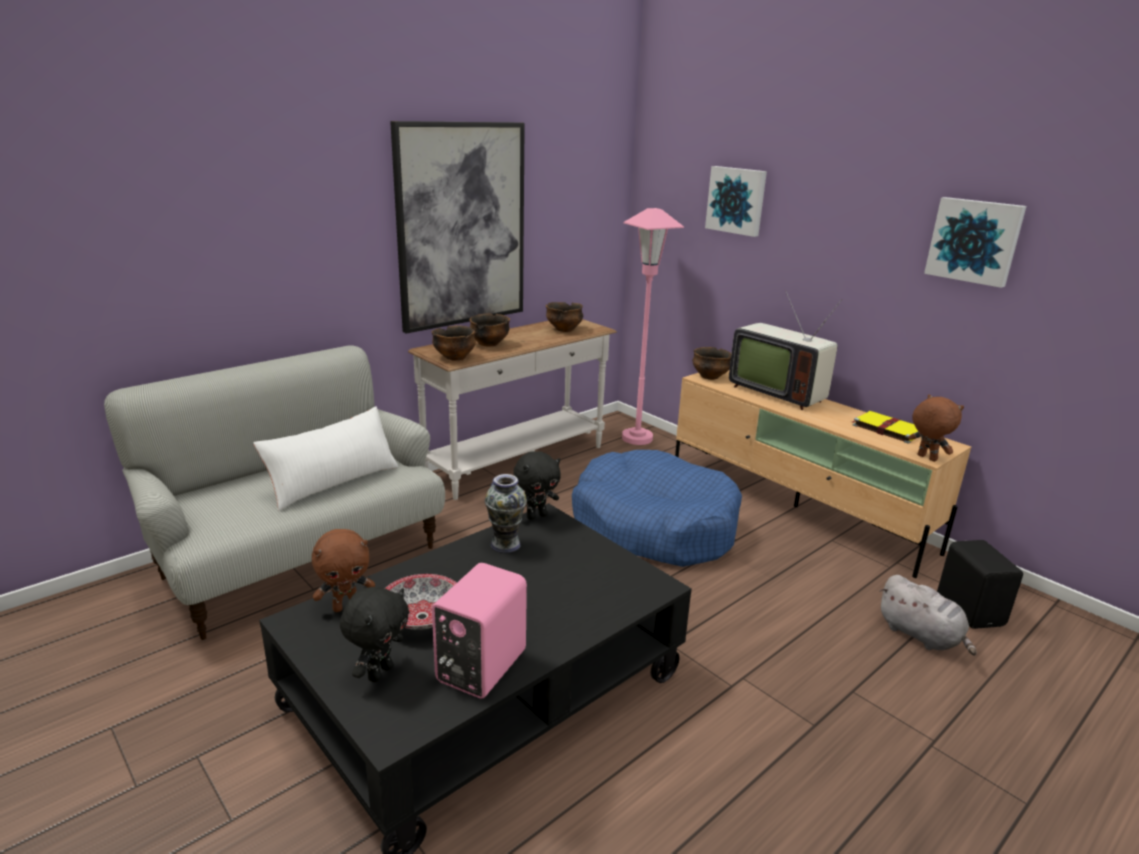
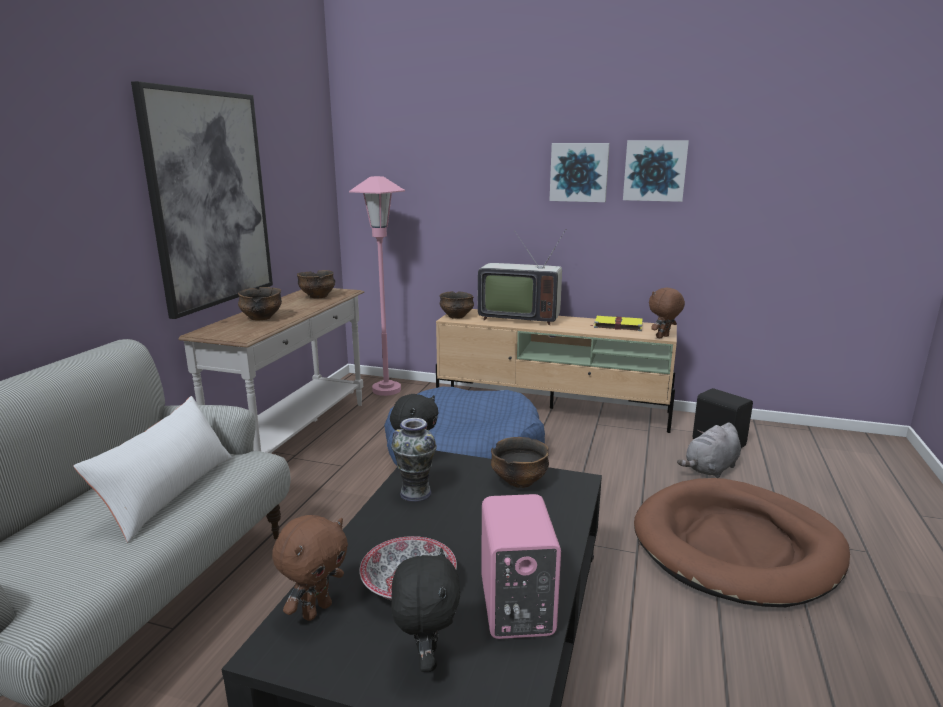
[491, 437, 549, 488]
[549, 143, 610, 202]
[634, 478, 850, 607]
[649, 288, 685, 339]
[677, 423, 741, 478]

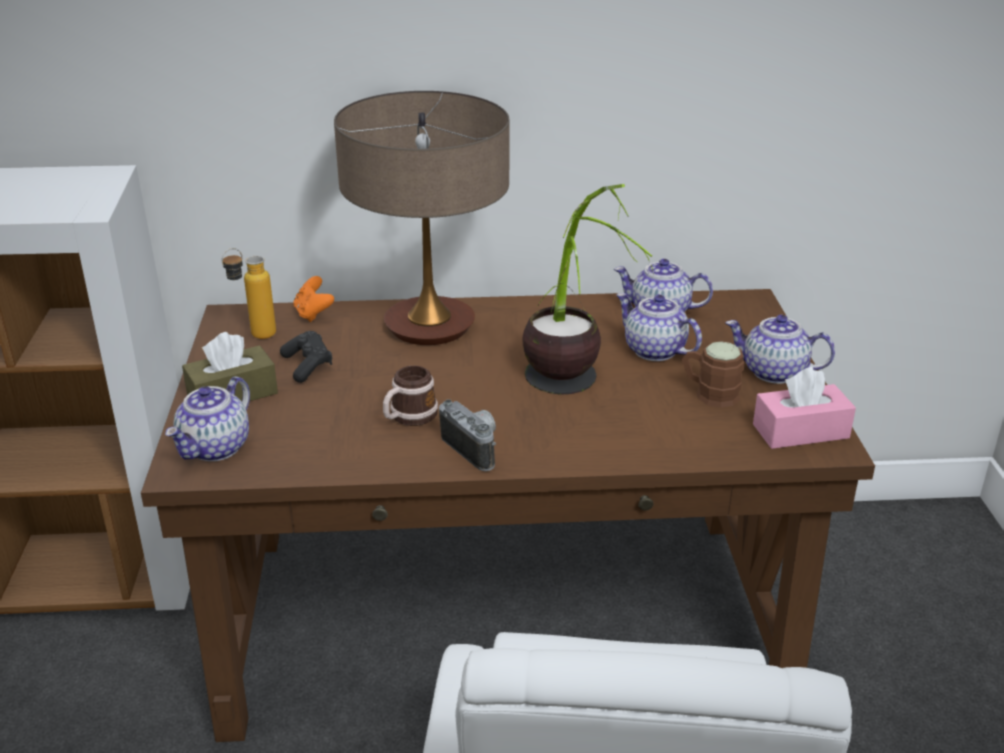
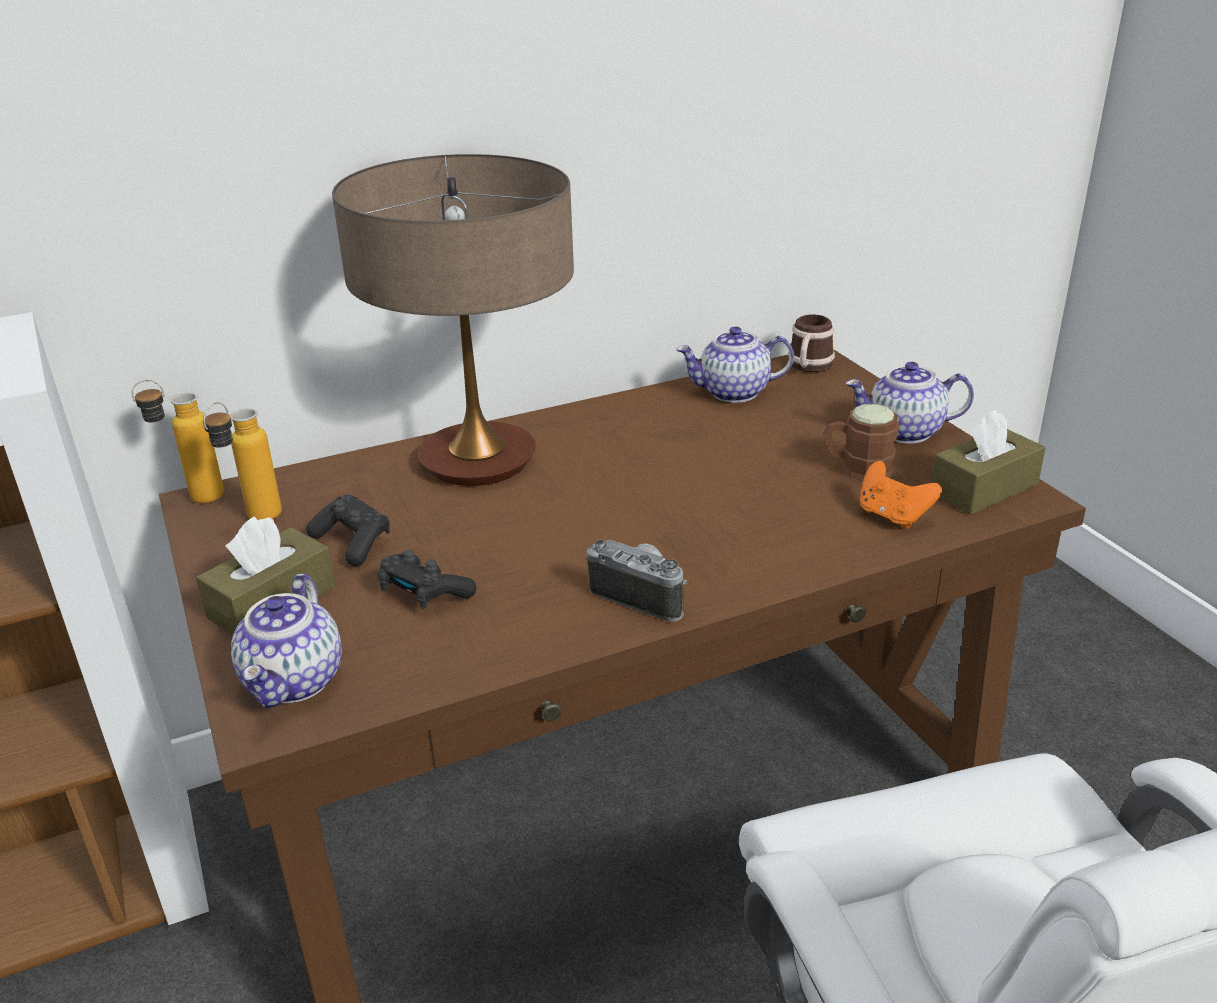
[131, 380, 224, 503]
[378, 550, 476, 609]
[788, 314, 835, 372]
[860, 461, 942, 529]
[931, 409, 1045, 515]
[522, 184, 654, 395] (first image)
[616, 293, 702, 361] (first image)

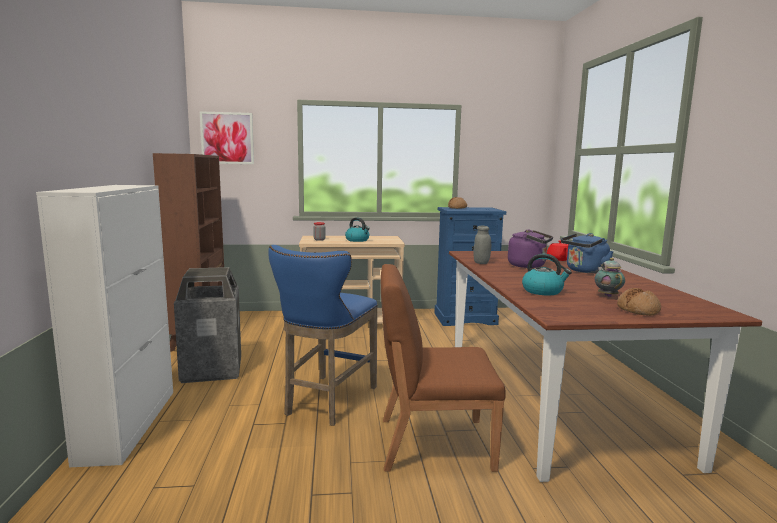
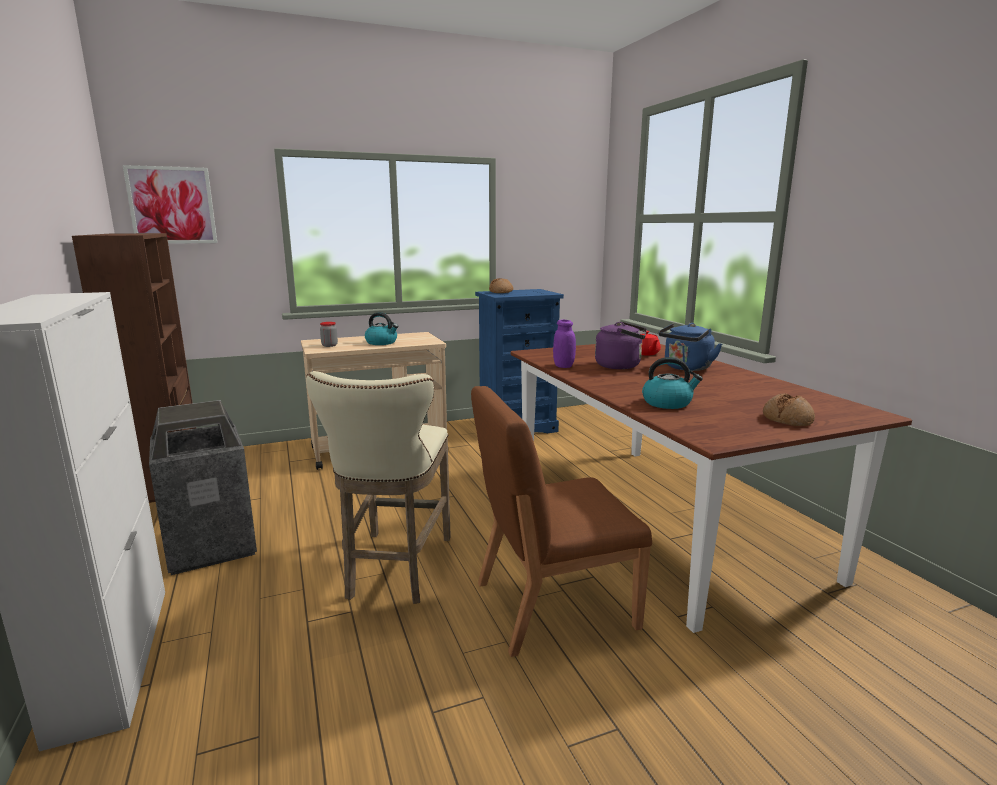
[306, 371, 451, 604]
[553, 320, 576, 368]
[595, 258, 625, 297] (first image)

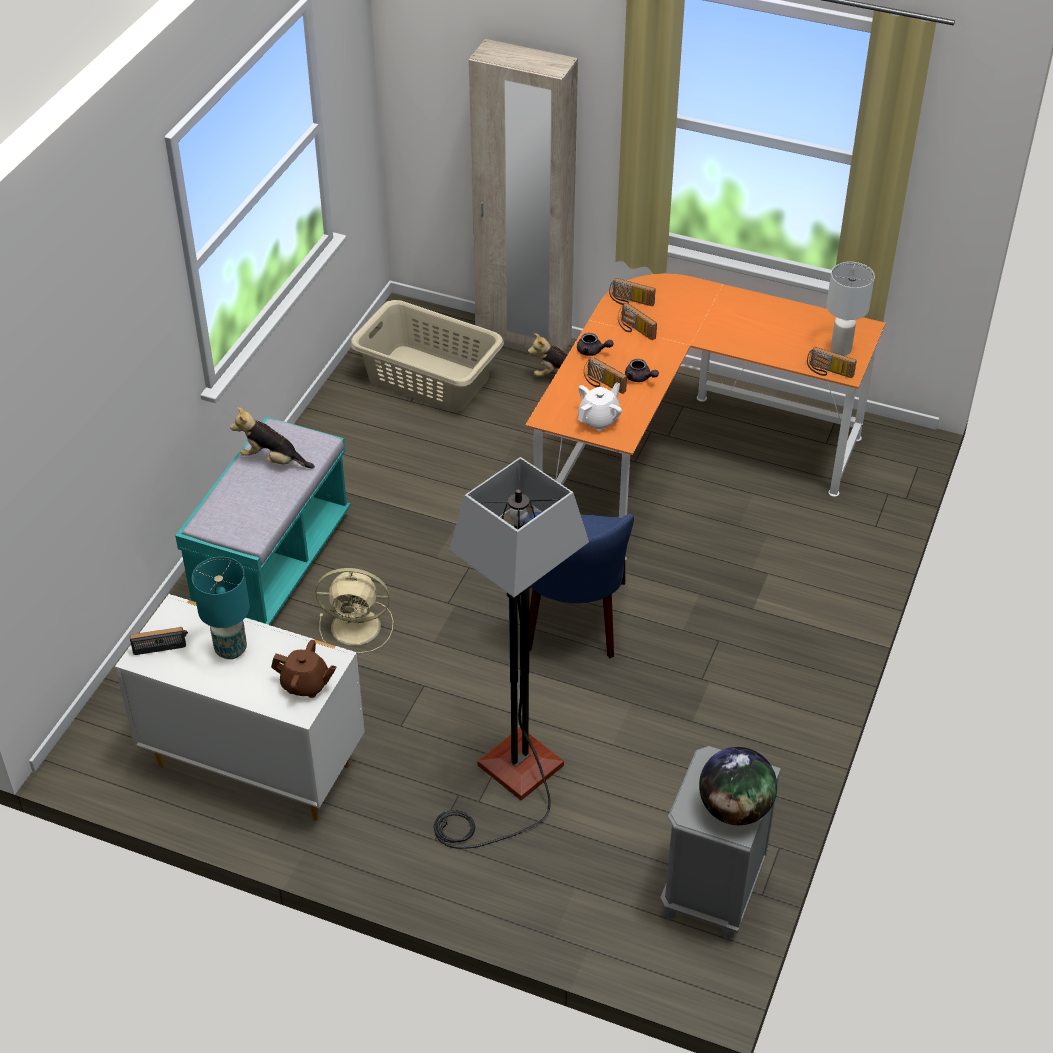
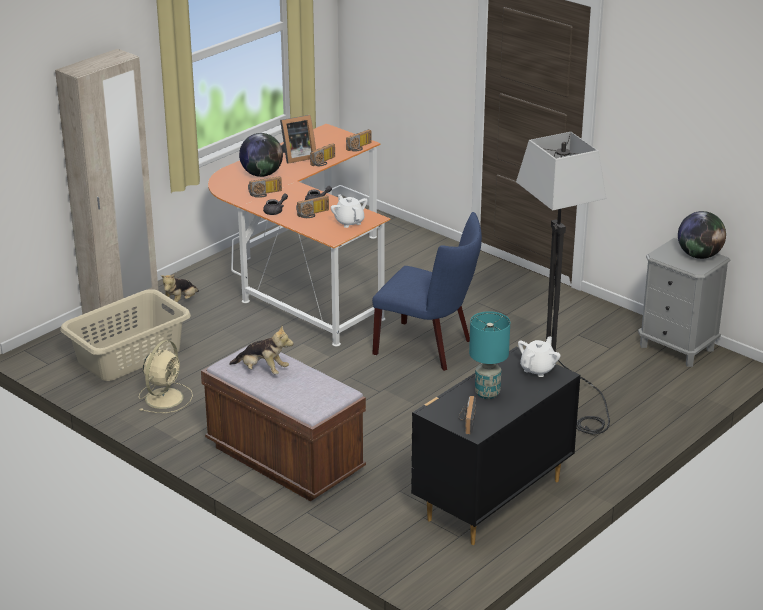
[139, 340, 193, 413]
[201, 345, 366, 501]
[229, 326, 294, 375]
[239, 133, 283, 177]
[280, 115, 316, 164]
[310, 143, 335, 166]
[411, 347, 580, 545]
[518, 336, 561, 377]
[827, 262, 875, 356] (first image)

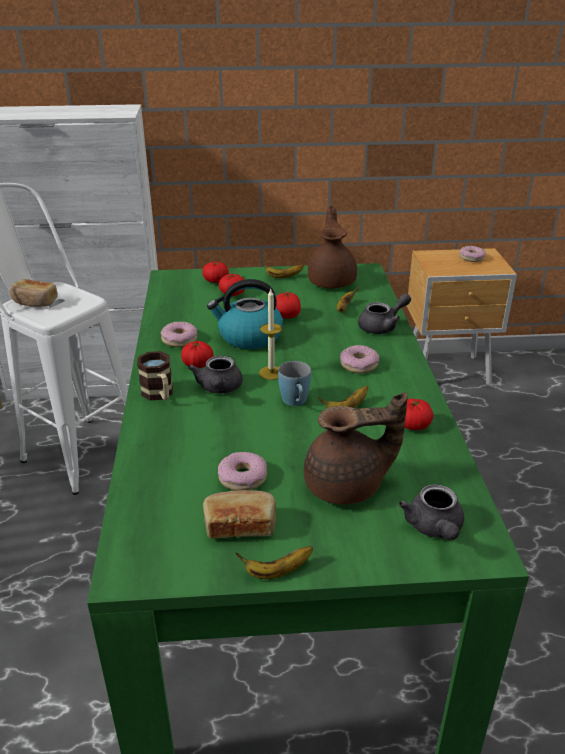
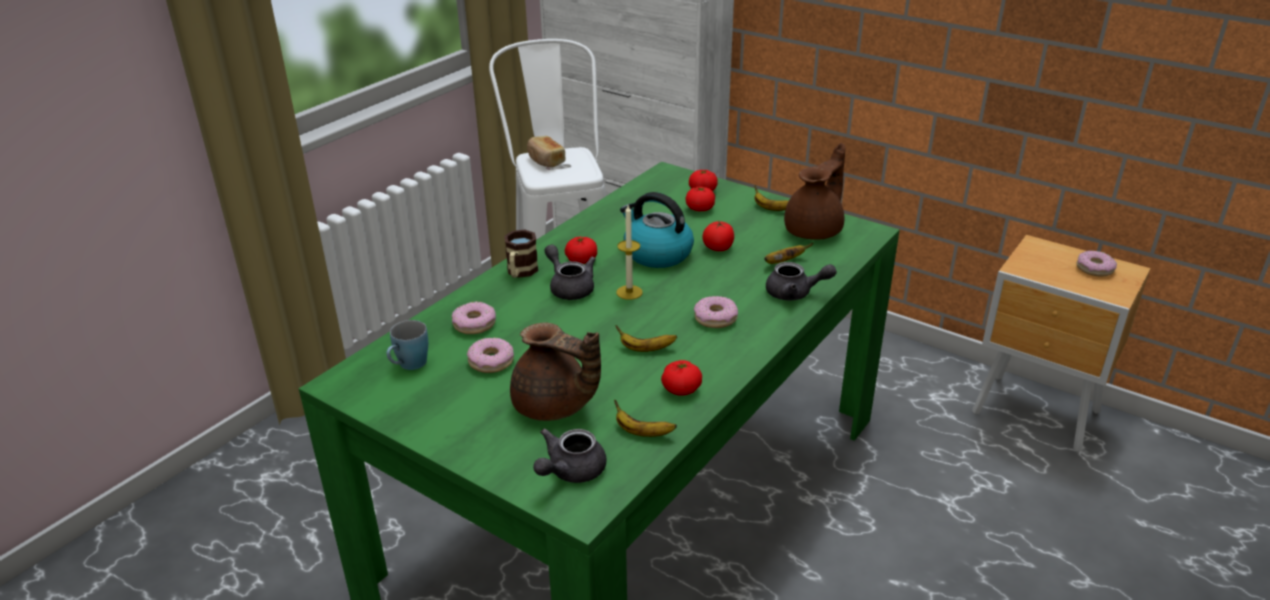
[386, 320, 428, 370]
[452, 301, 496, 334]
[545, 244, 595, 300]
[614, 400, 677, 437]
[203, 490, 276, 539] (first image)

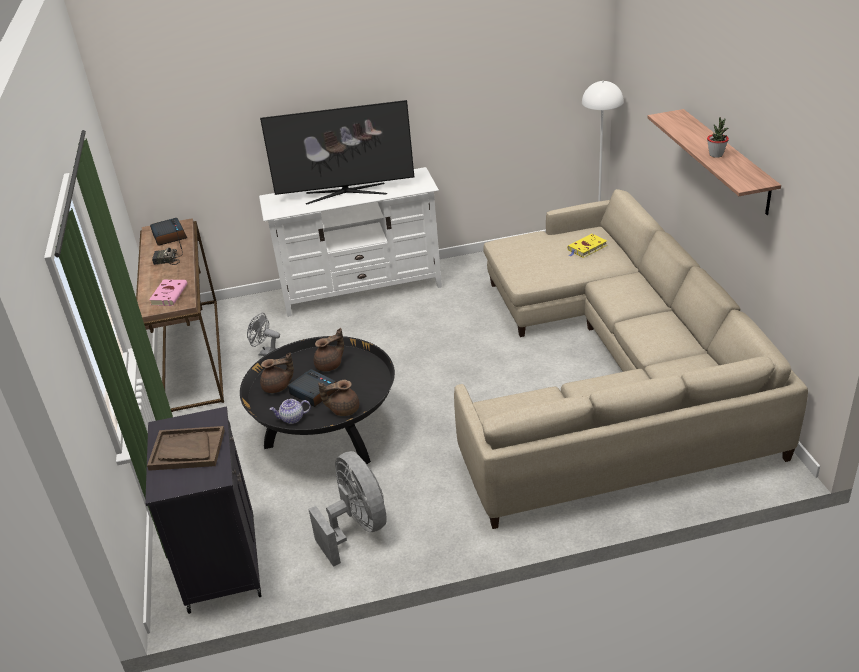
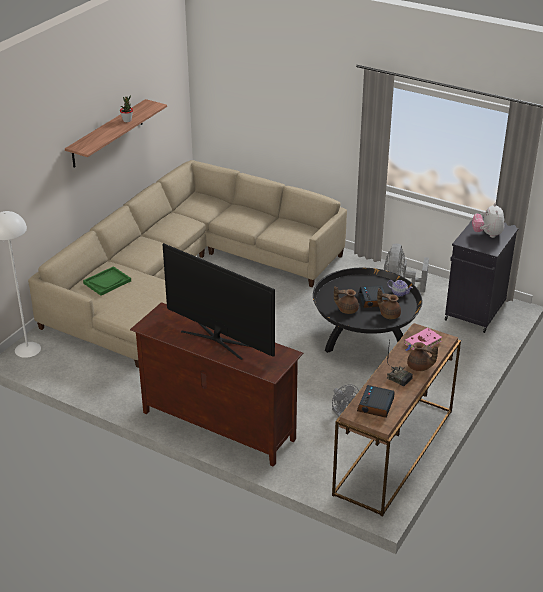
[83, 266, 131, 296]
[130, 302, 304, 467]
[407, 342, 438, 371]
[472, 203, 504, 238]

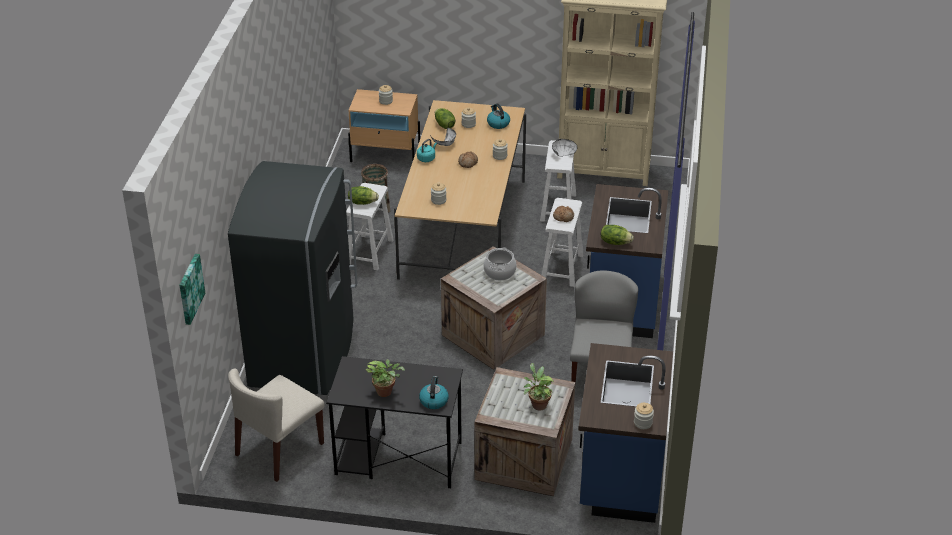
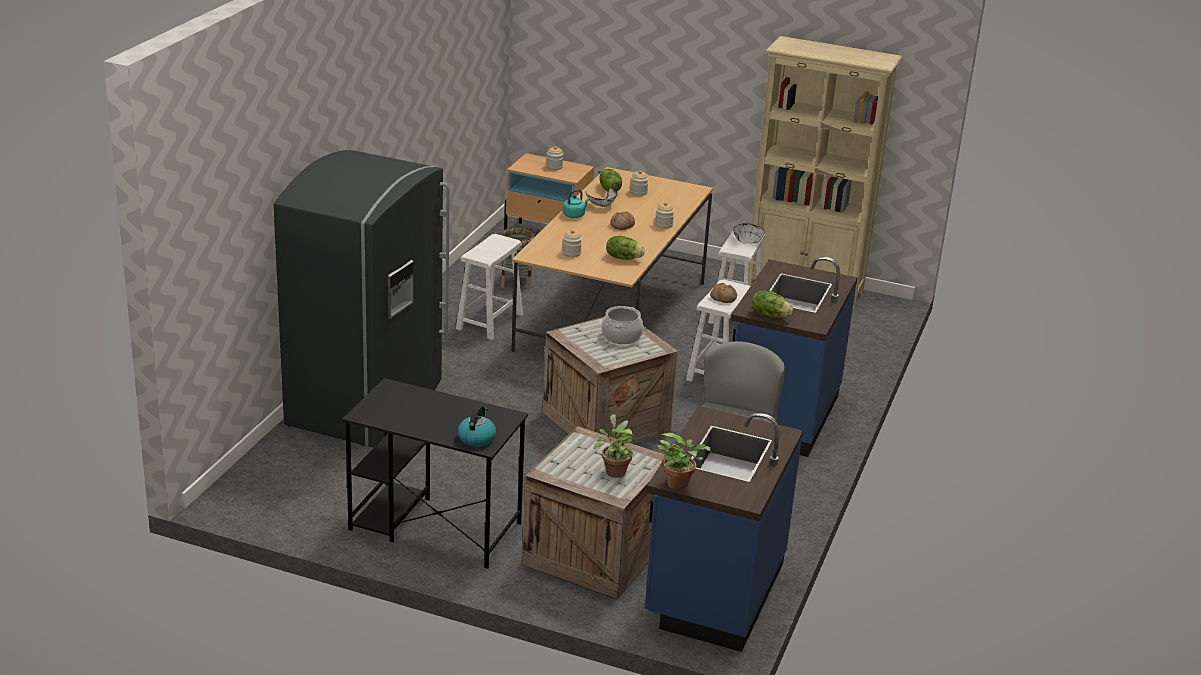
[606, 236, 645, 260]
[657, 433, 711, 490]
[180, 254, 205, 325] (first image)
[228, 368, 325, 482] (first image)
[487, 103, 510, 129] (first image)
[634, 403, 654, 429] (first image)

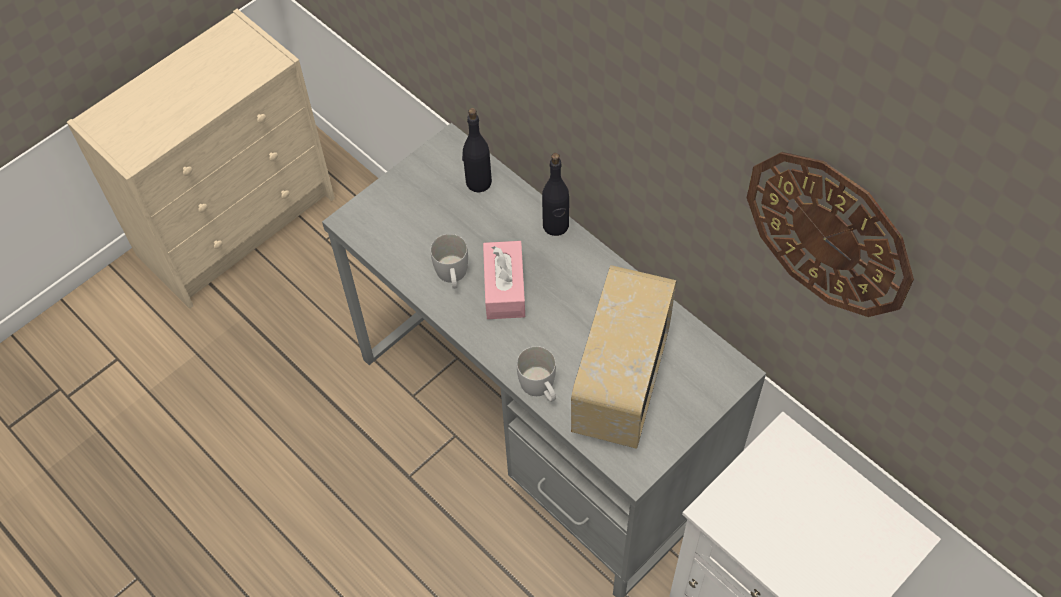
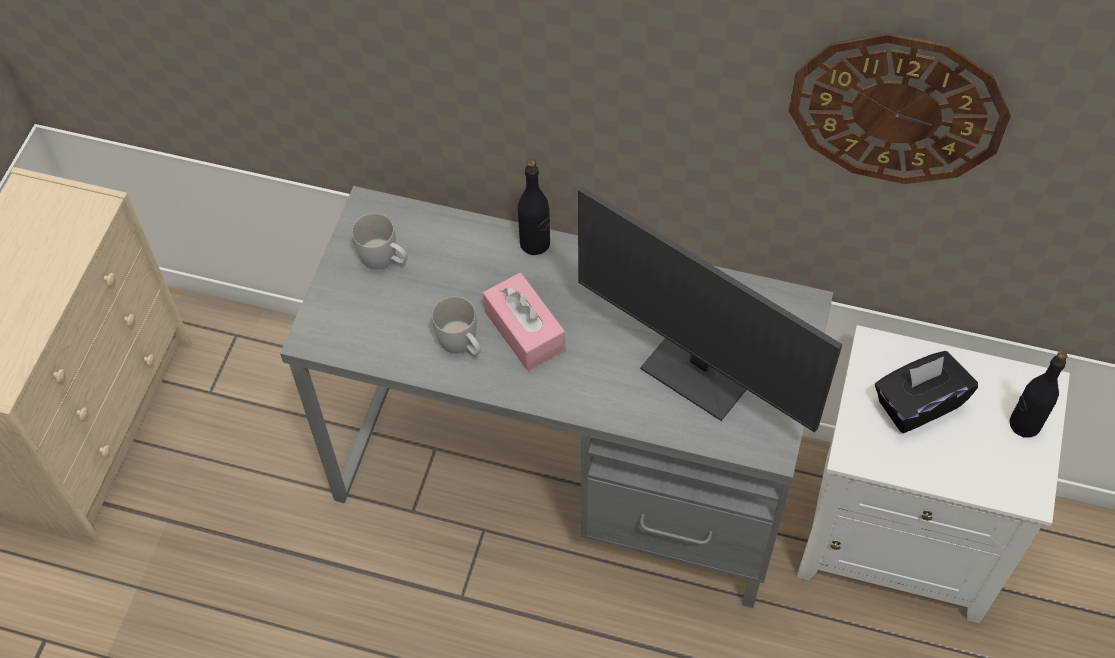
[352, 213, 408, 269]
[578, 186, 843, 433]
[875, 351, 978, 433]
[1010, 351, 1068, 438]

